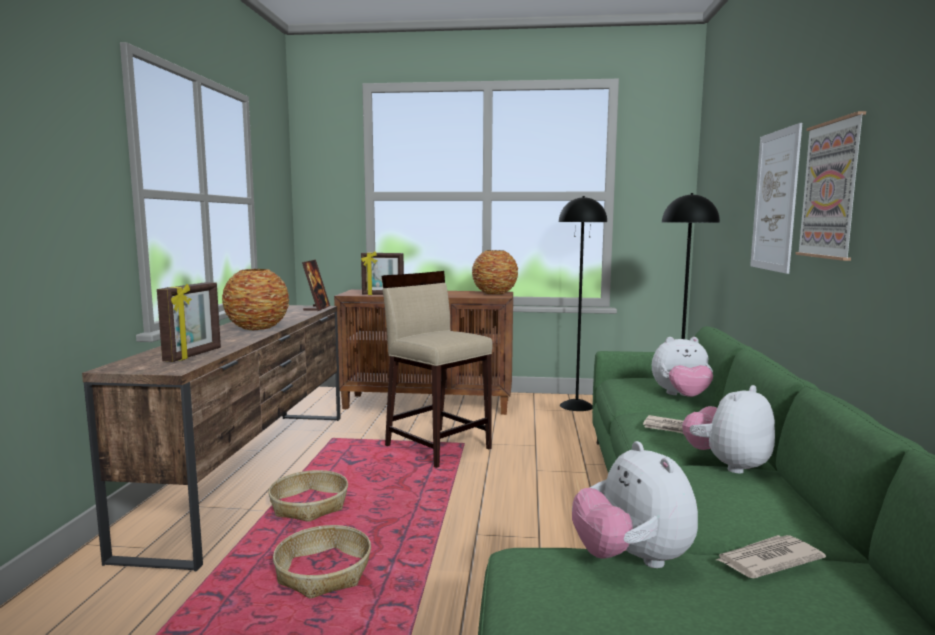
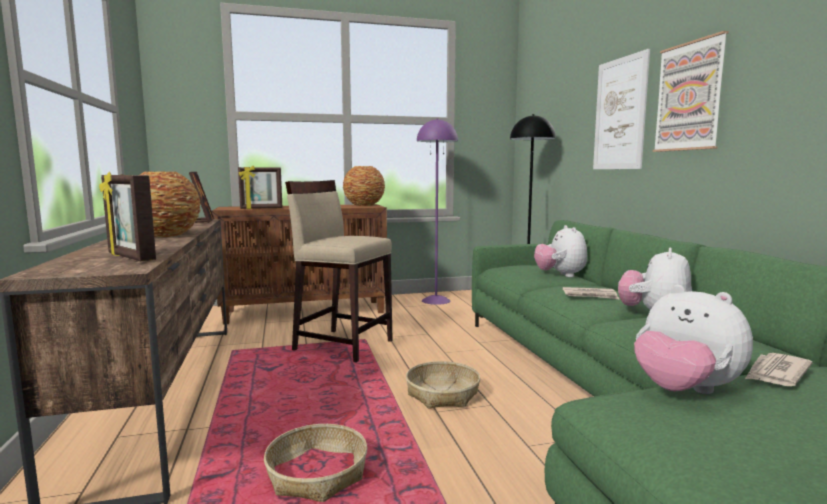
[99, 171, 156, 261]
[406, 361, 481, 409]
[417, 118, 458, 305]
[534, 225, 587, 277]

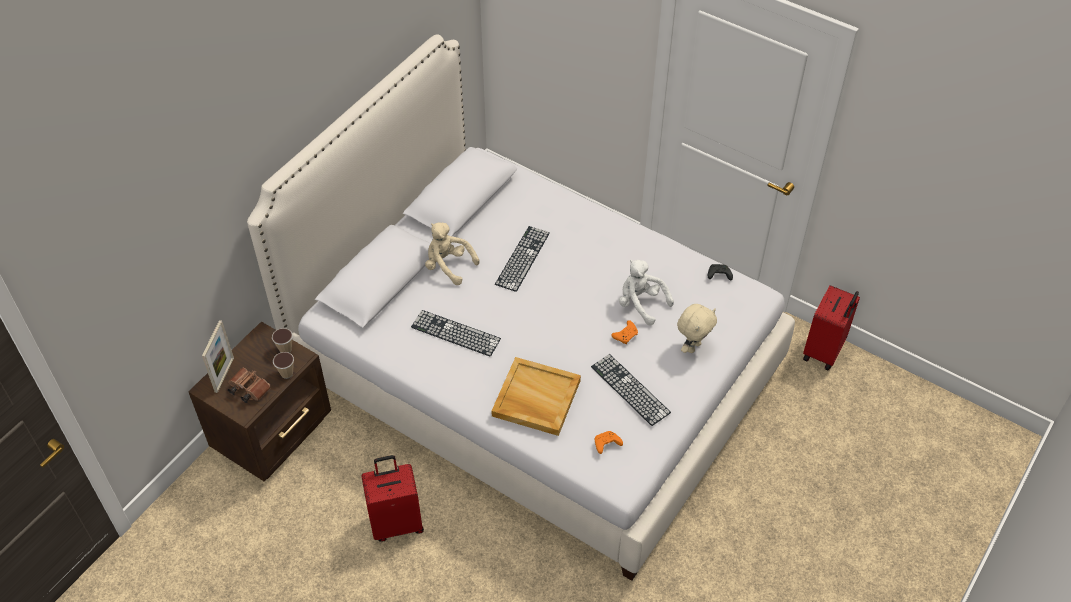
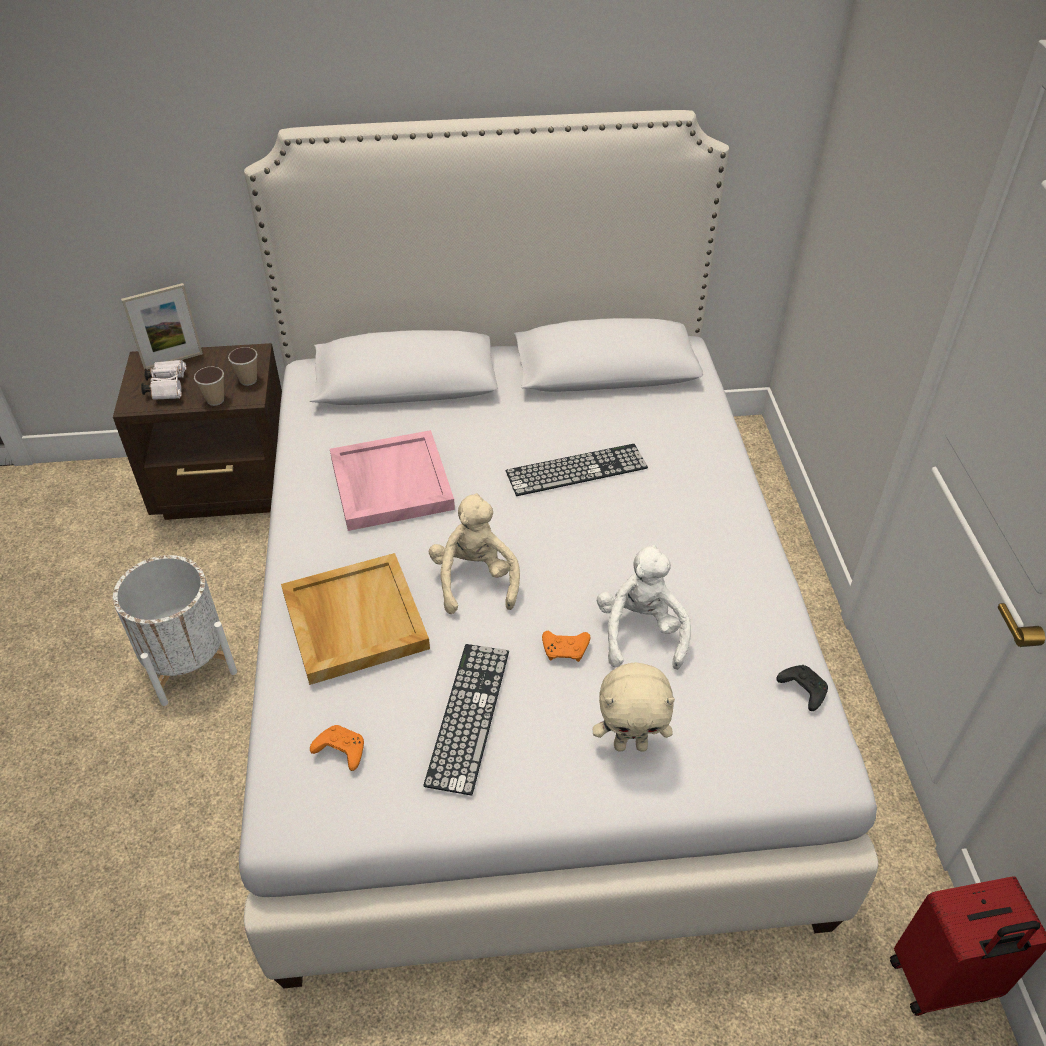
[113, 555, 237, 706]
[141, 360, 186, 400]
[330, 430, 455, 531]
[429, 493, 520, 614]

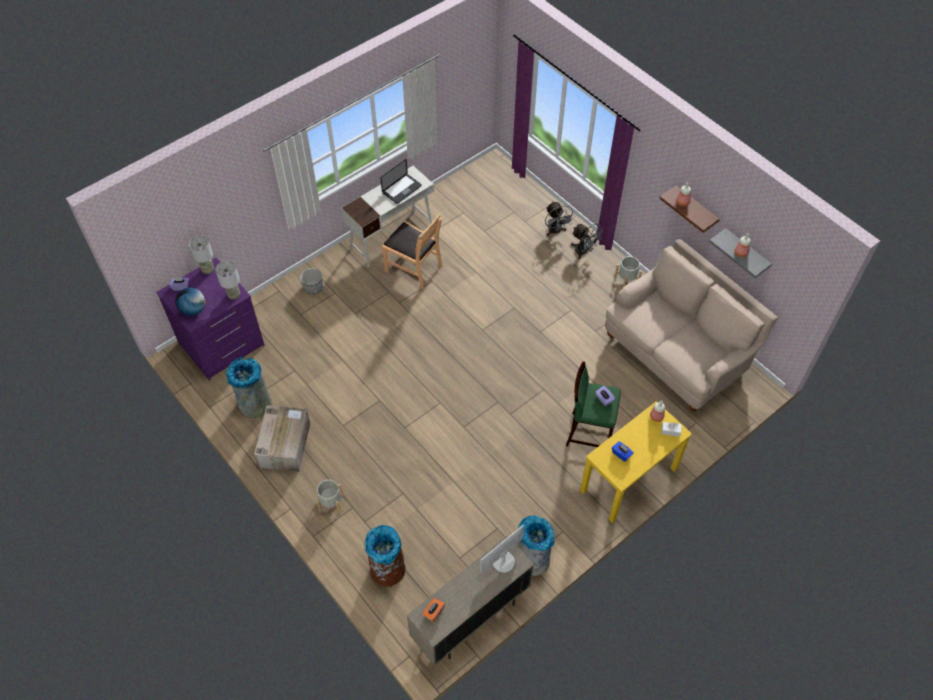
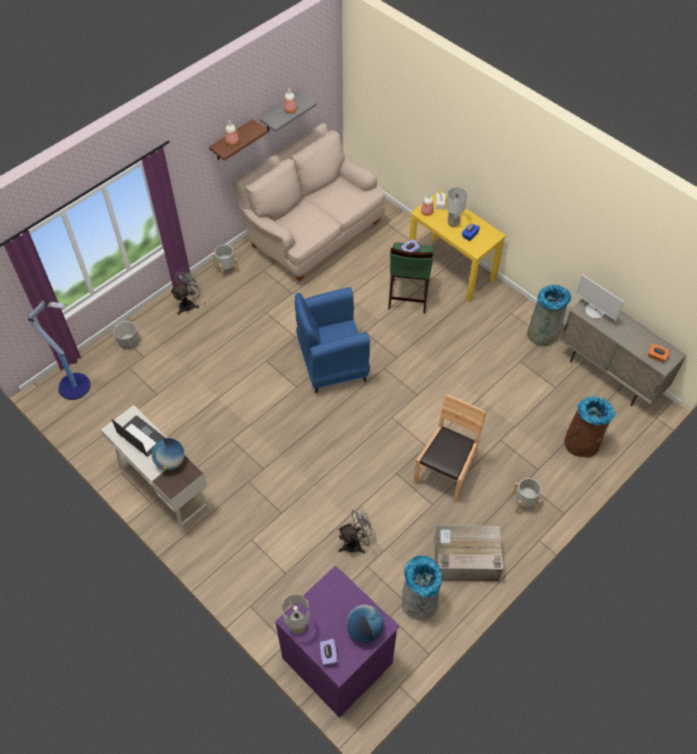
[28, 300, 91, 400]
[113, 321, 139, 349]
[152, 438, 185, 470]
[295, 287, 370, 393]
[338, 507, 377, 554]
[414, 395, 486, 502]
[446, 187, 467, 227]

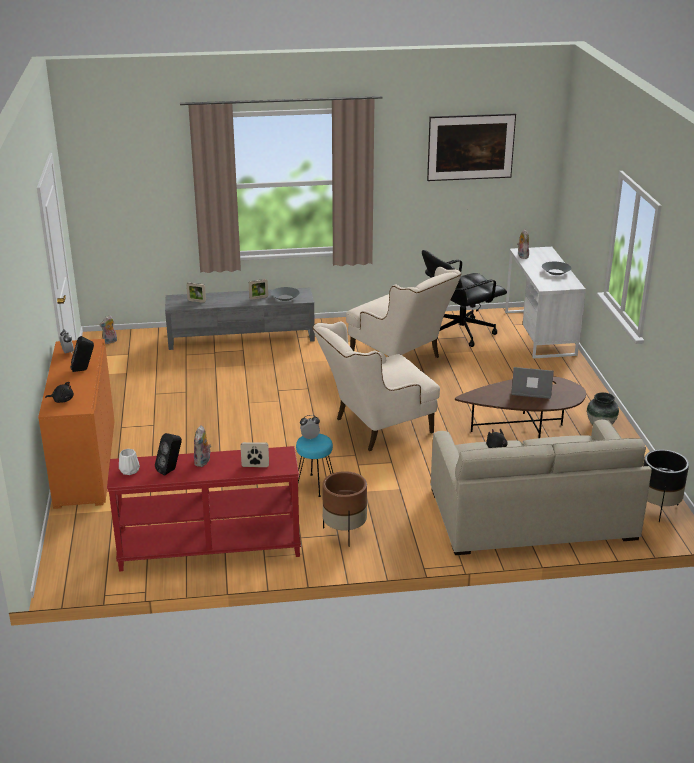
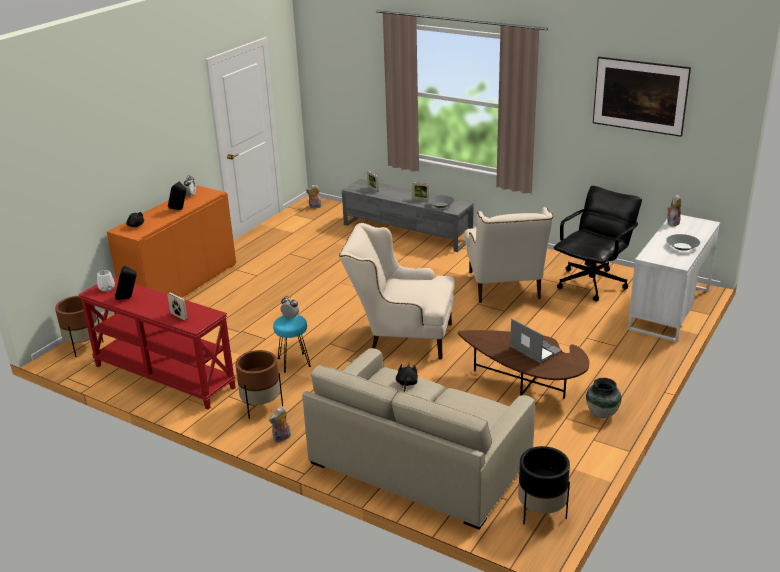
[55, 296, 103, 357]
[269, 406, 291, 442]
[554, 186, 642, 301]

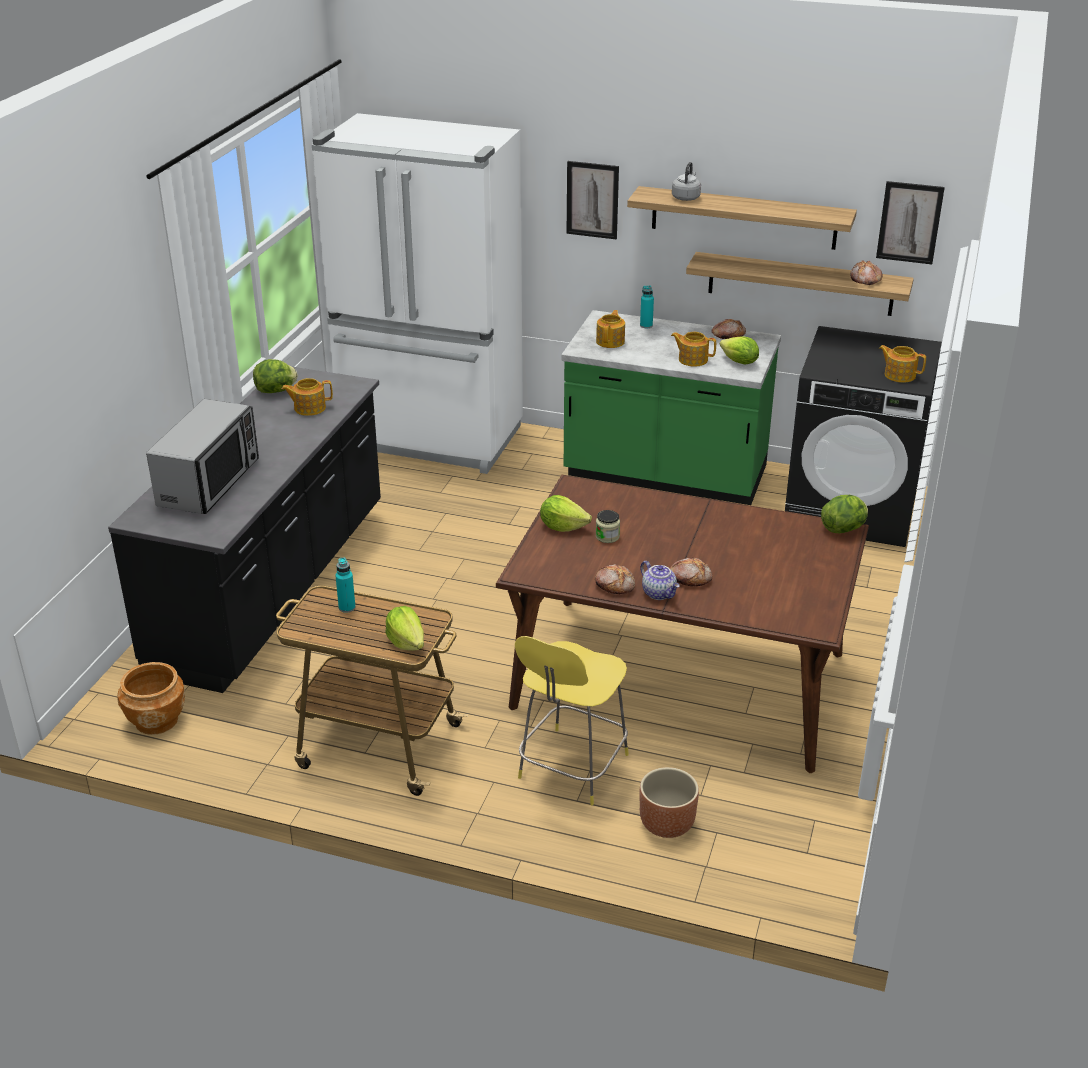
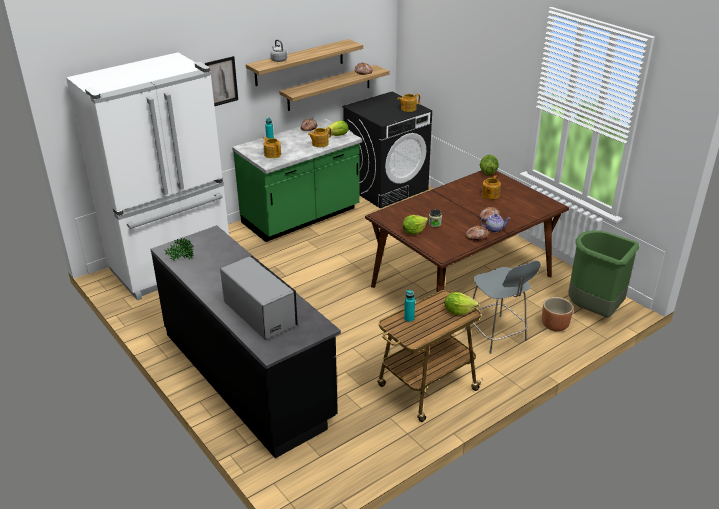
[165, 238, 194, 261]
[465, 261, 541, 354]
[482, 175, 501, 199]
[568, 230, 639, 318]
[117, 662, 185, 735] (first image)
[876, 181, 945, 264] (first image)

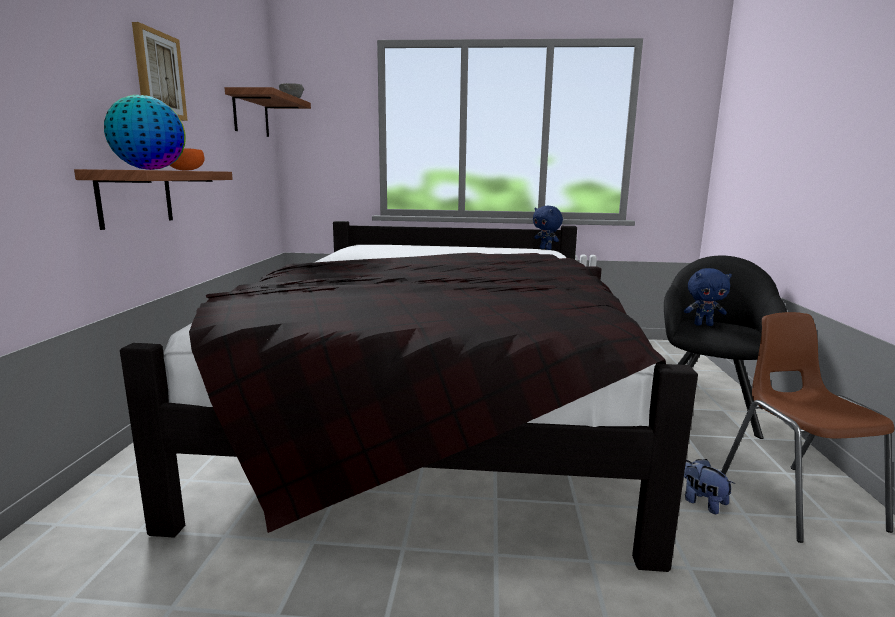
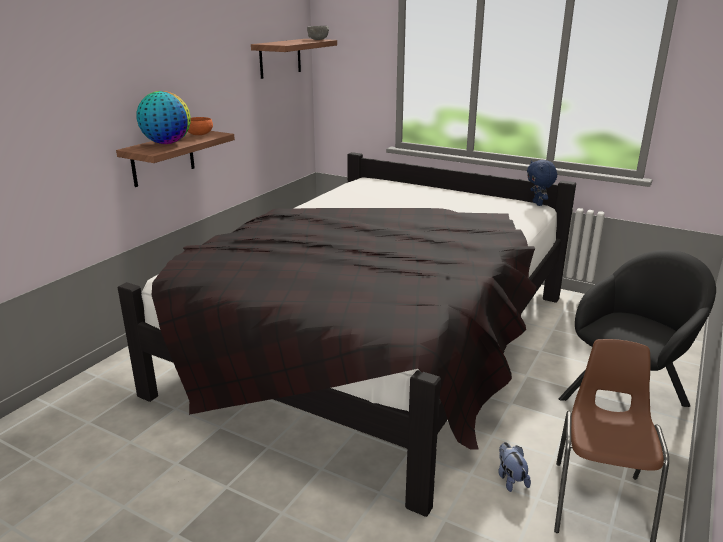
[132, 22, 188, 121] (first image)
[684, 268, 732, 326] (first image)

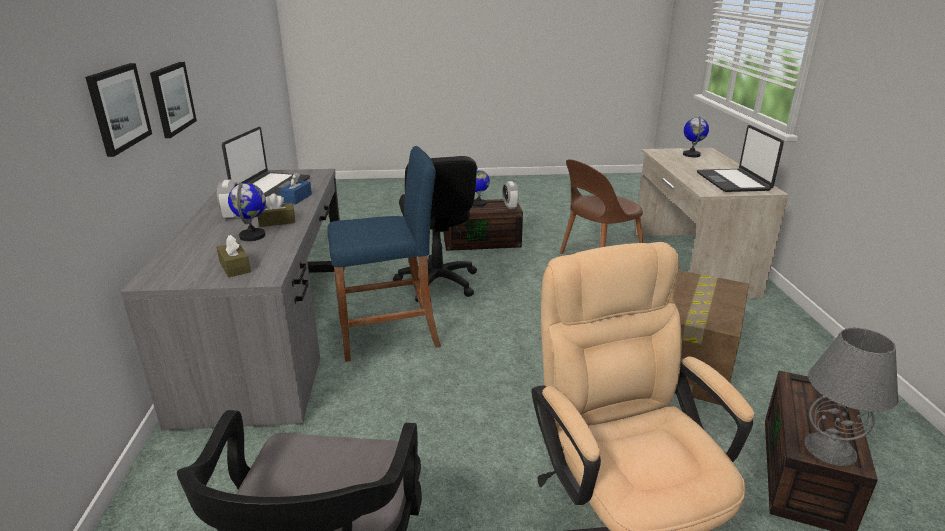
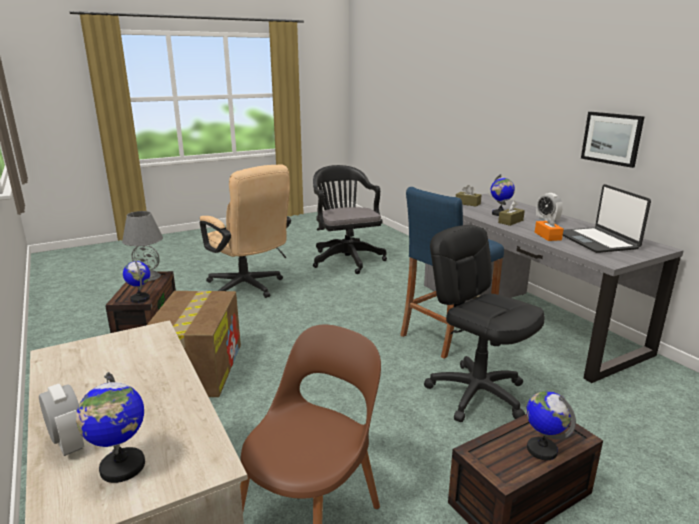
[39, 384, 84, 456]
[123, 261, 150, 303]
[535, 213, 564, 241]
[85, 63, 152, 157] (first image)
[697, 125, 784, 192] (first image)

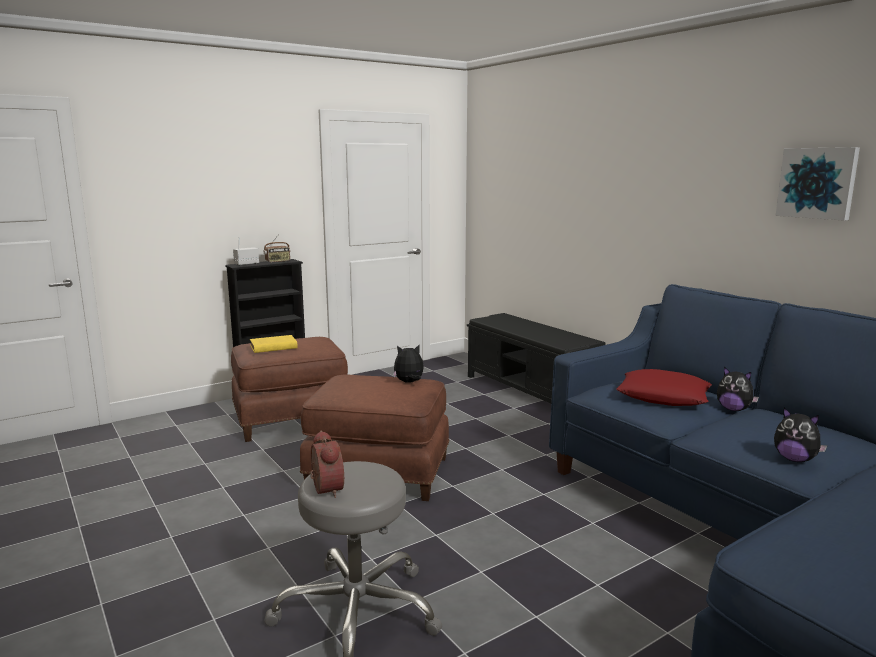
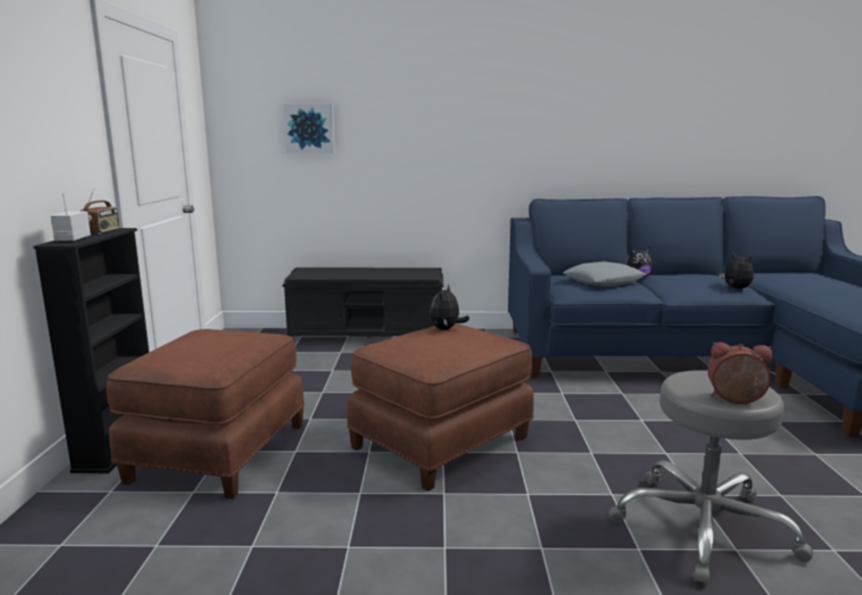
[283, 103, 335, 153]
[563, 261, 646, 287]
[719, 253, 754, 289]
[250, 335, 298, 353] (first image)

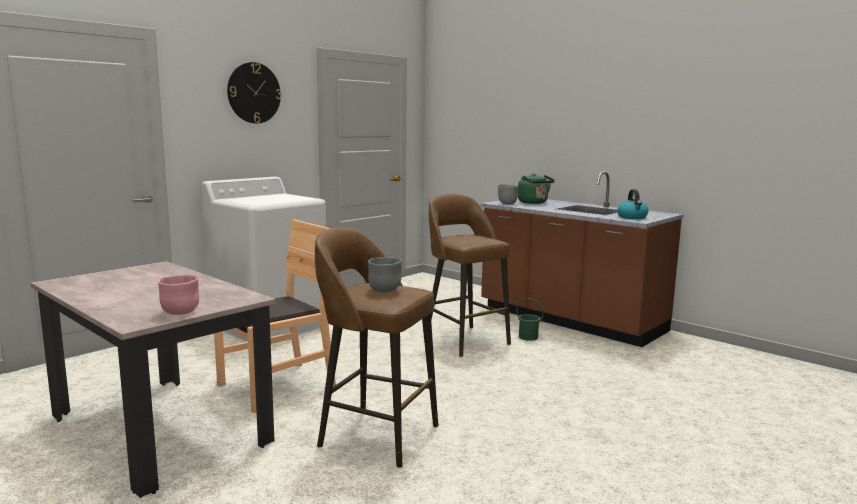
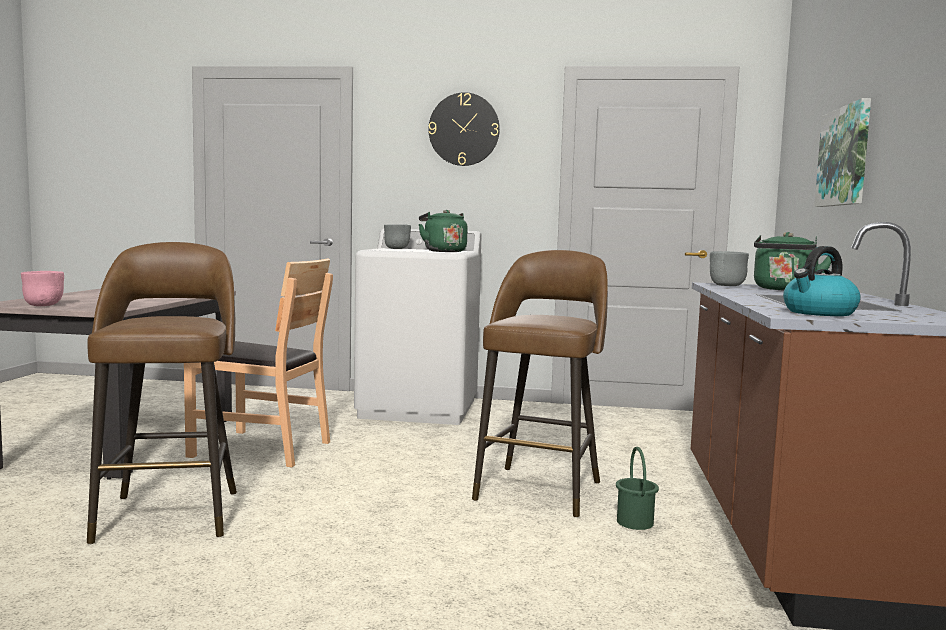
[384, 225, 411, 249]
[418, 210, 467, 252]
[814, 98, 871, 207]

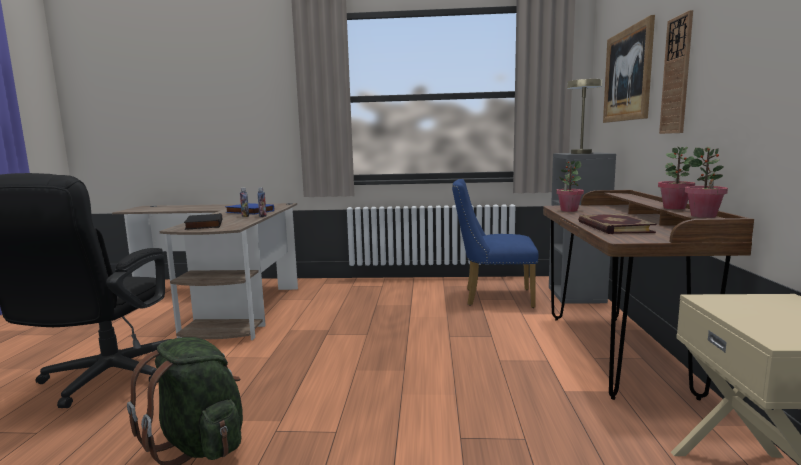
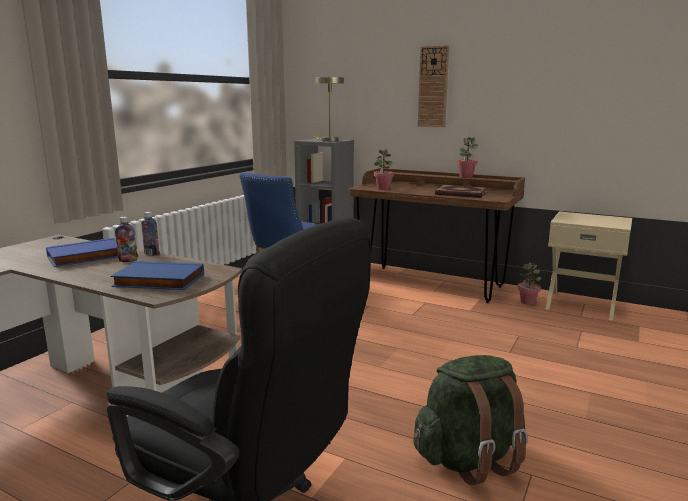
[110, 261, 204, 290]
[518, 263, 541, 305]
[603, 15, 655, 123] (first image)

